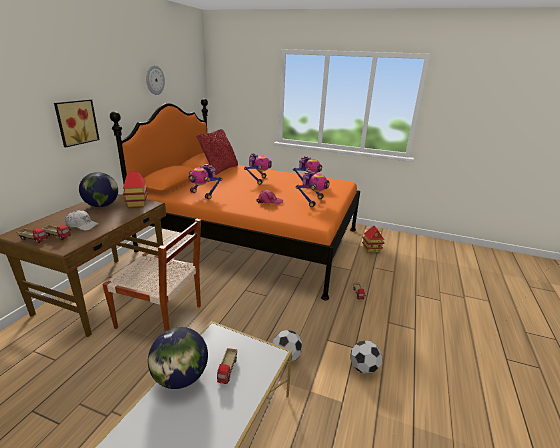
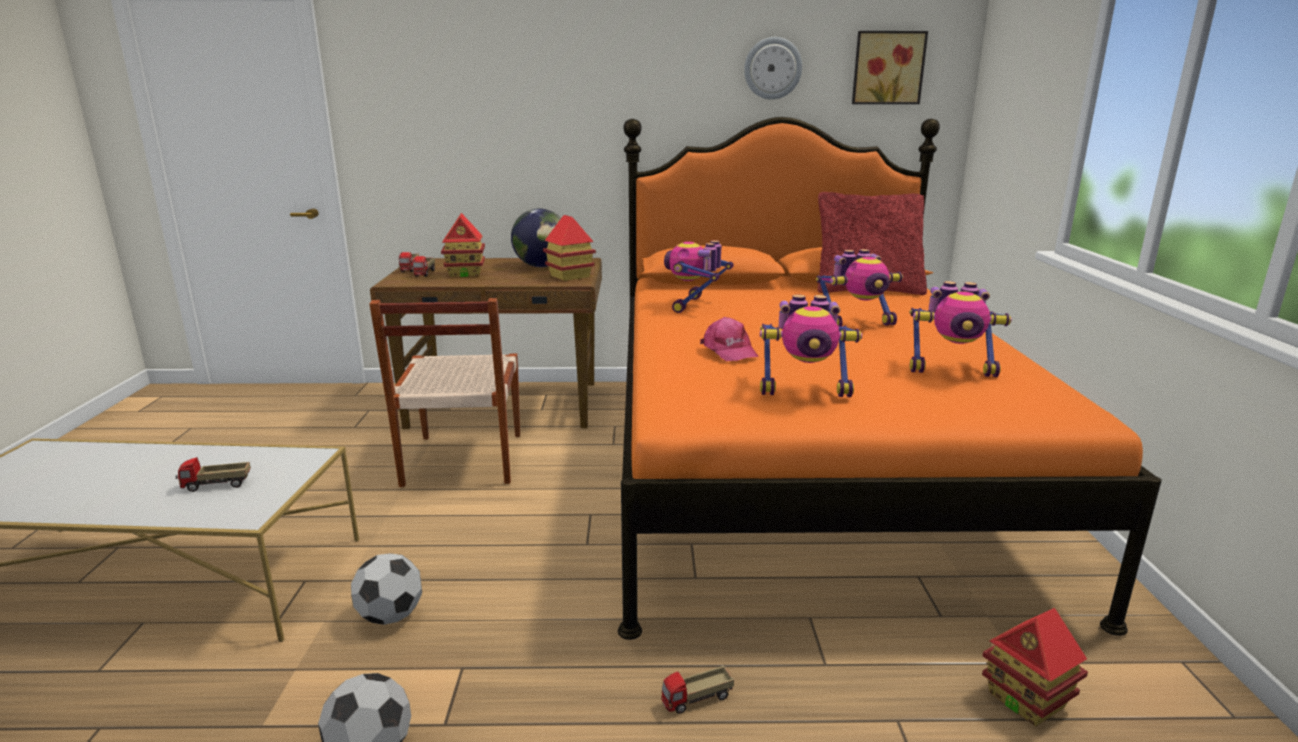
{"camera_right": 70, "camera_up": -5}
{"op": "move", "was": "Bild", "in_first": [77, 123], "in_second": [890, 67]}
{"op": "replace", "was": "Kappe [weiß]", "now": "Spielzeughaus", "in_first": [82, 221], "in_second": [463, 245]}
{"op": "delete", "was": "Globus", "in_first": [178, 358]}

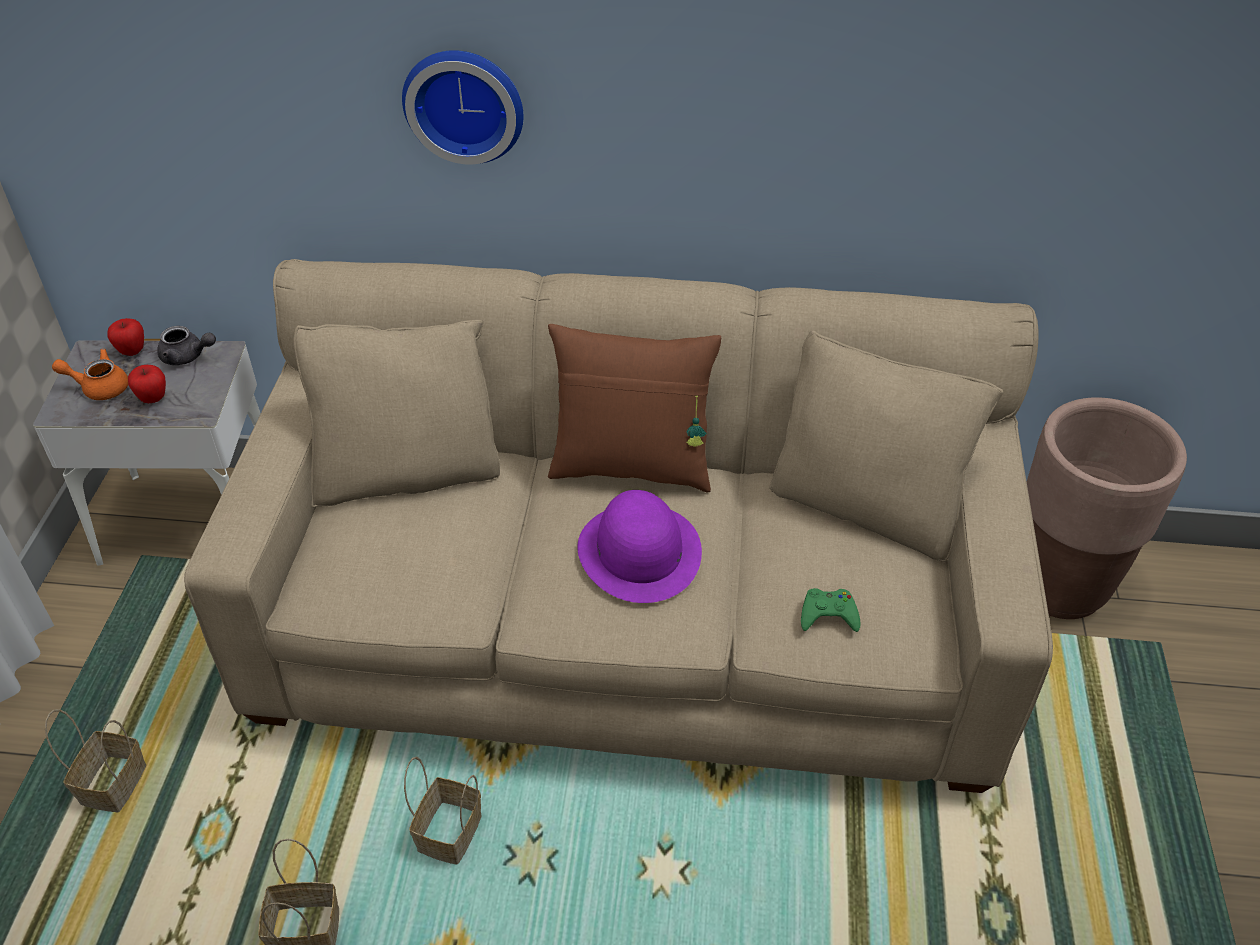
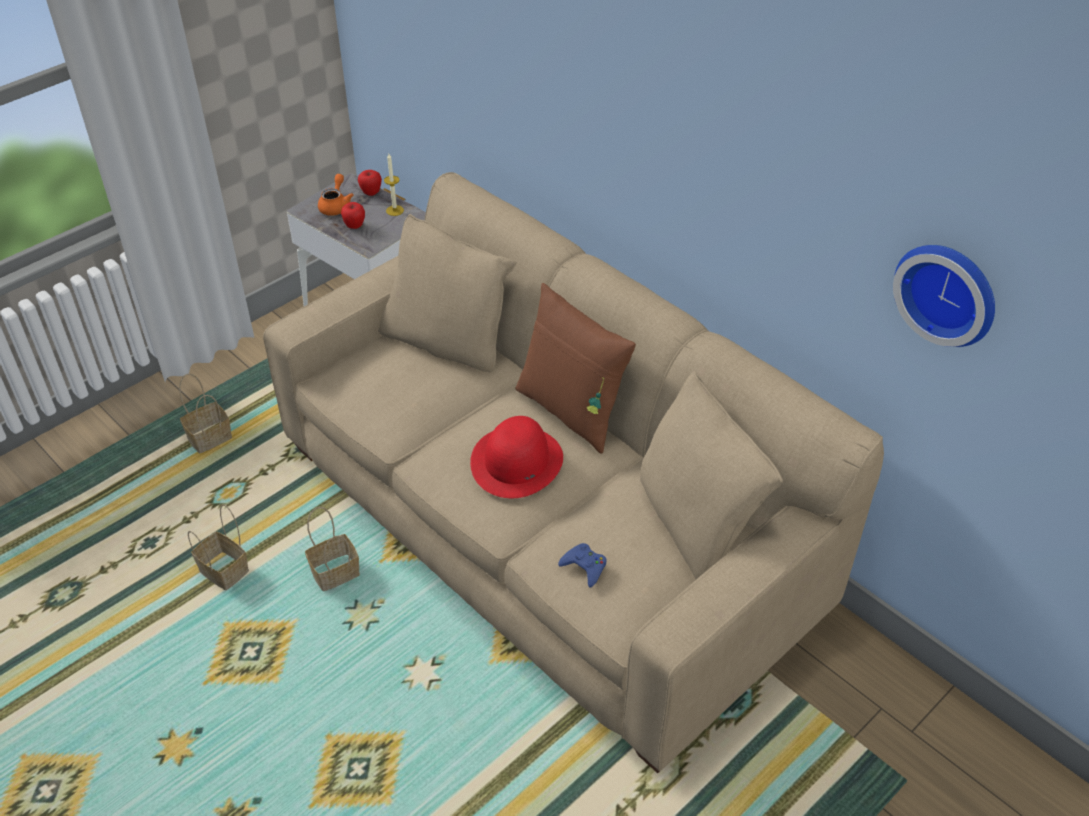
{"camera_right": 40, "camera_up": 0}
{"op": "rotate", "was": "Teekanne [orange]", "in_first": [90, 374], "in_second": [336, 194], "clockwise": 60}
{"op": "replace", "was": "Teekanne [grau]", "now": "Kerze", "in_first": [186, 345], "in_second": [394, 185]}
{"op": "move", "was": "Wanduhr", "in_first": [462, 107], "in_second": [944, 296]}
{"op": "recolor", "was": "Hut [lila]", "now": "Hut [rot]", "in_first": [639, 546], "in_second": [516, 457]}
{"op": "recolor", "was": "Gamepad [grün]", "now": "Gamepad [blau]", "in_first": [831, 610], "in_second": [582, 565]}
{"op": "delete", "was": "Pflanzkübel [braun]", "in_first": [1107, 508]}

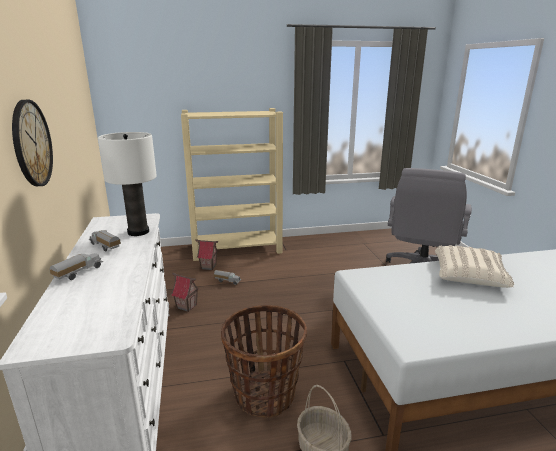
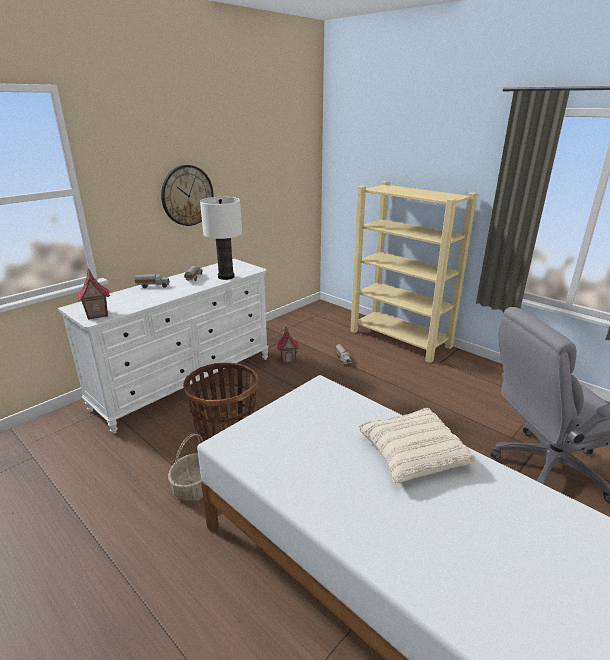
{"camera_right": 55, "camera_up": 5}
{"op": "move", "was": "Spielzeughaus", "in_first": [207, 254], "in_second": [93, 294]}

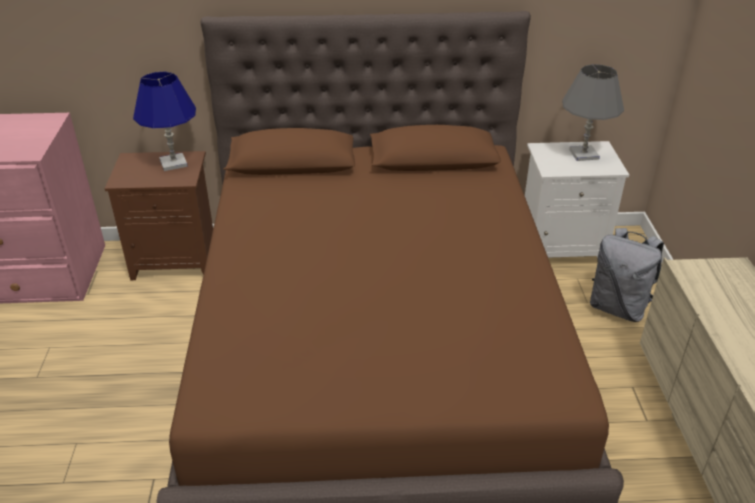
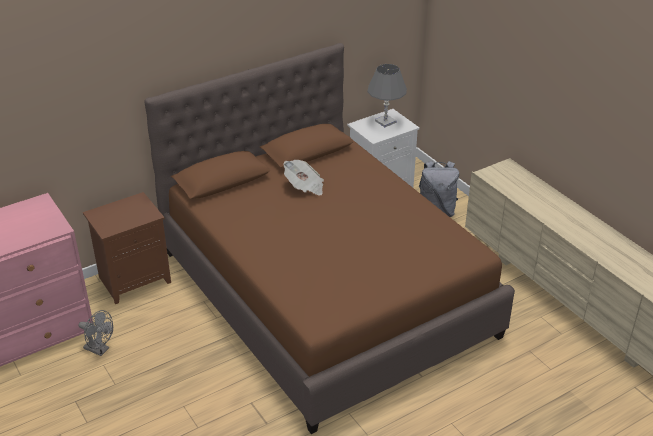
{"camera_right": -30, "camera_up": 0}
{"op": "delete", "was": "Tischlampe [blau]", "in_first": [164, 121]}
{"op": "insert", "now": "Ventilator [grau]", "in_second": [96, 333]}
{"op": "insert", "now": "Zeitung", "in_second": [303, 178]}

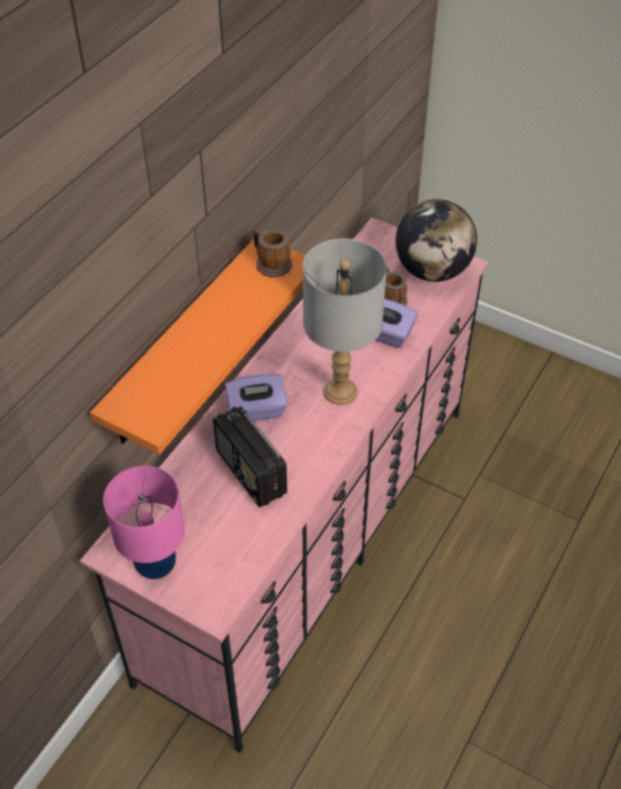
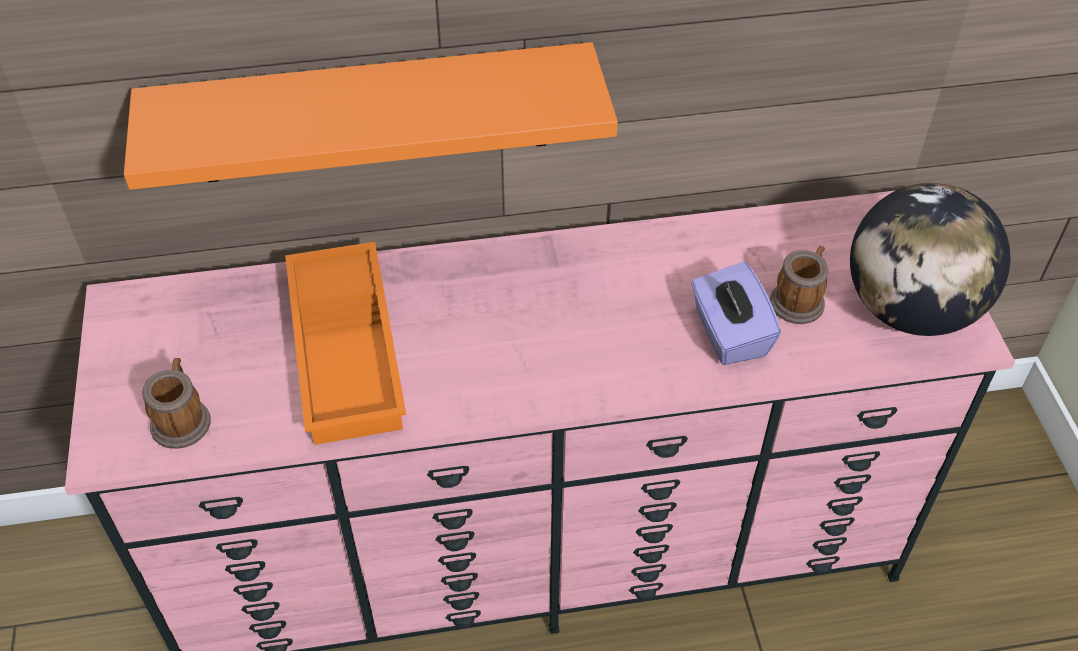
{"camera_right": 50, "camera_up": 0}
{"op": "delete", "was": "Tischlampe [rosa]", "in_first": [144, 522]}
{"op": "replace", "was": "Radio", "now": "Tablett [orange]", "in_first": [250, 456], "in_second": [345, 343]}
{"op": "delete", "was": "Taschentuchbox [lila]", "in_first": [256, 398]}
{"op": "move", "was": "Henkelbecher", "in_first": [272, 253], "in_second": [176, 403]}
{"op": "delete", "was": "Tischlampe [grau]", "in_first": [345, 322]}

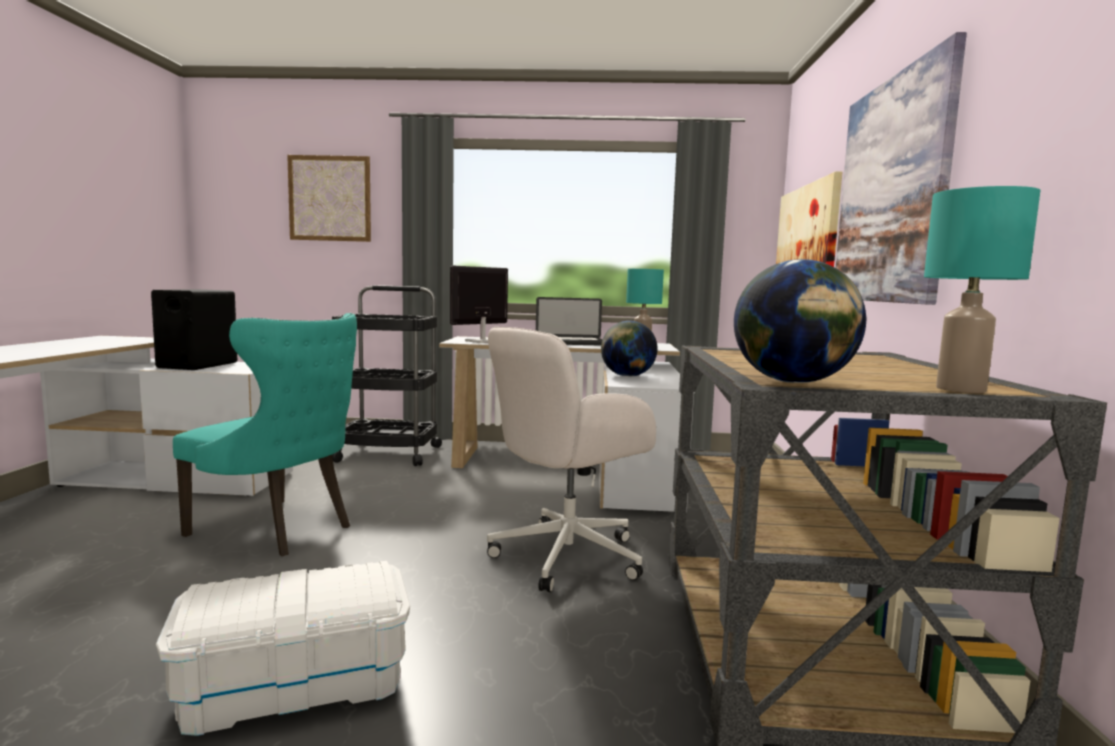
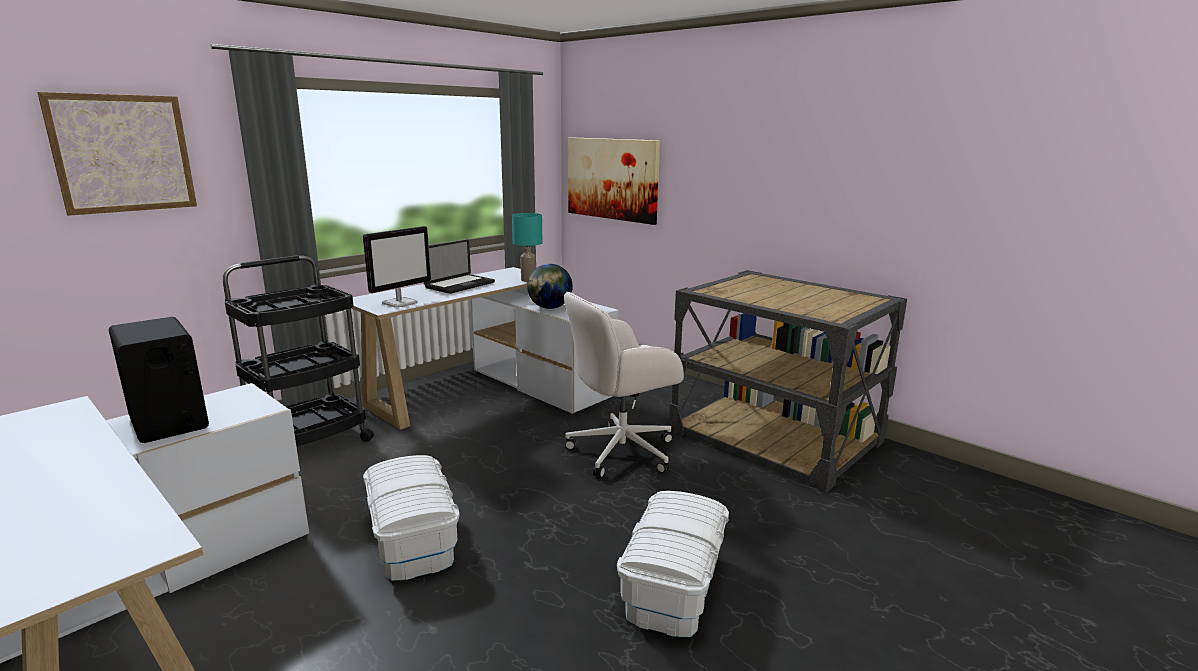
{"camera_right": -50, "camera_up": 10}
{"op": "replace", "was": "Stuhl [türkis]", "now": "Aufbewahrungsbox [weiß]", "in_first": [265, 434], "in_second": [411, 518]}
{"op": "rotate", "was": "Monitor", "in_first": [479, 304], "in_second": [397, 267], "clockwise": -135}
{"op": "rotate", "was": "Bürostuhl [weiß]", "in_first": [571, 459], "in_second": [624, 384], "clockwise": 60}
{"op": "delete", "was": "Globus", "in_first": [800, 321]}
{"op": "delete", "was": "Bild", "in_first": [901, 168]}
{"op": "delete", "was": "Tischlampe [türkis]", "in_first": [982, 289]}

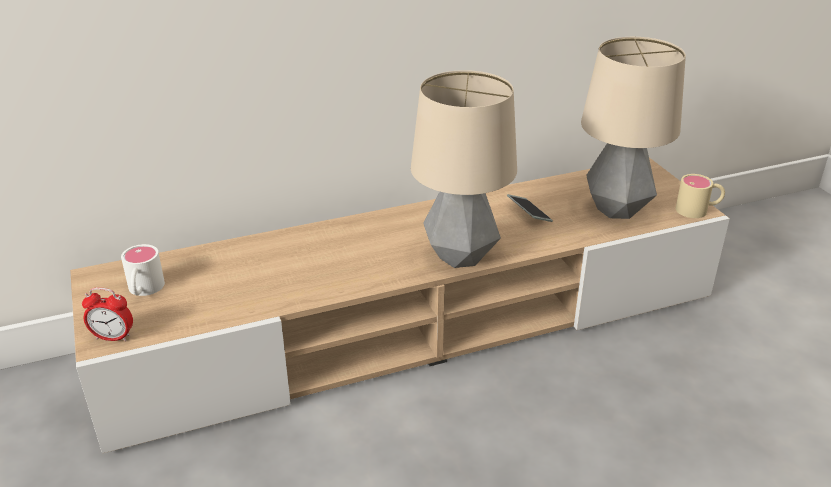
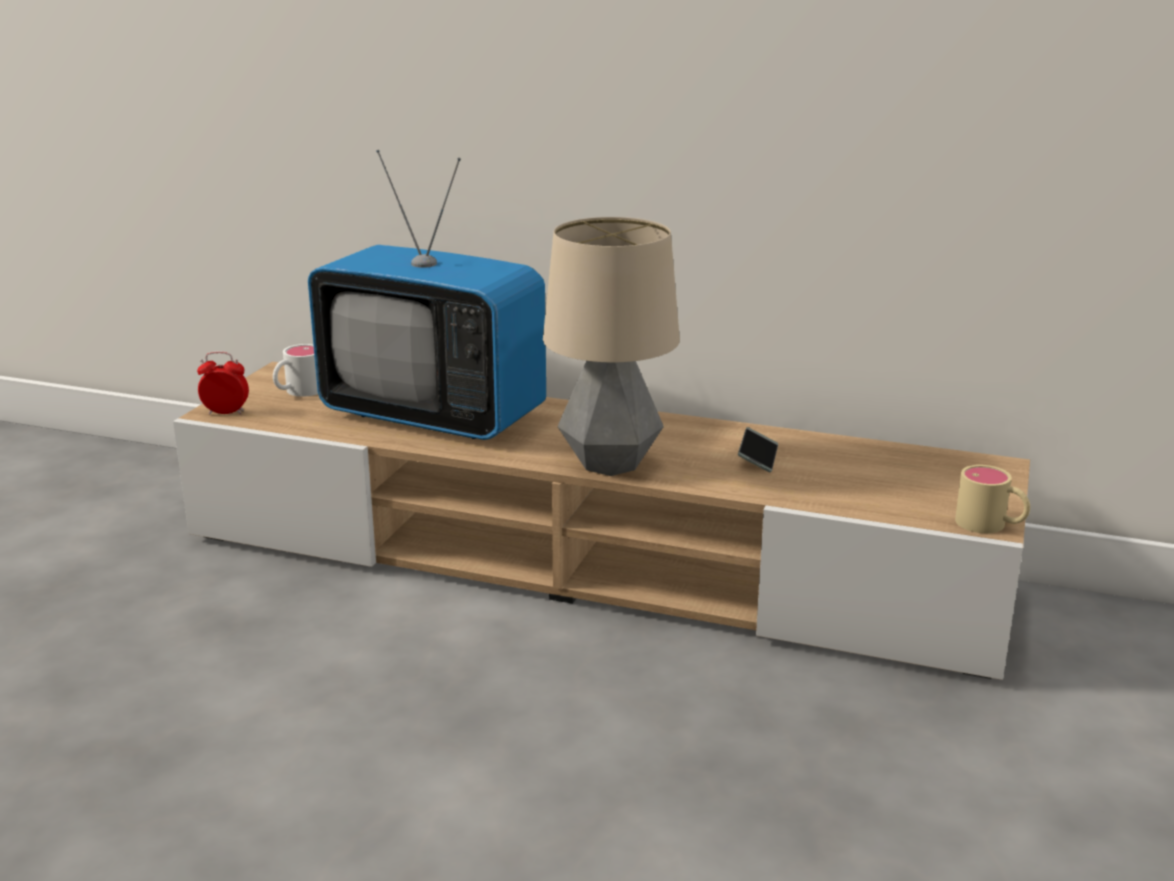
{"camera_right": 40, "camera_up": -10}
{"op": "rotate", "was": "Wecker", "in_first": [107, 314], "in_second": [223, 383], "clockwise": 135}
{"op": "delete", "was": "Tischlampe", "in_first": [633, 128]}
{"op": "insert", "now": "Fernseher", "in_second": [427, 295]}

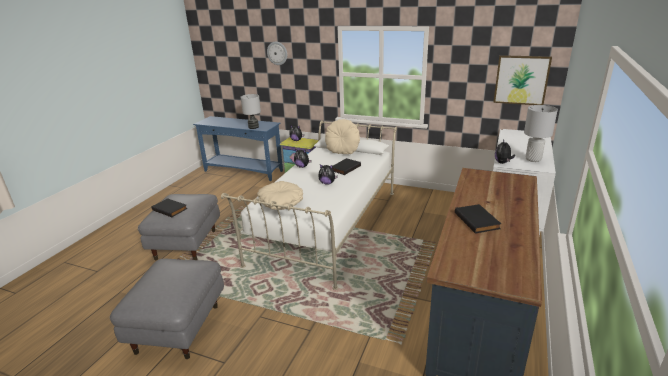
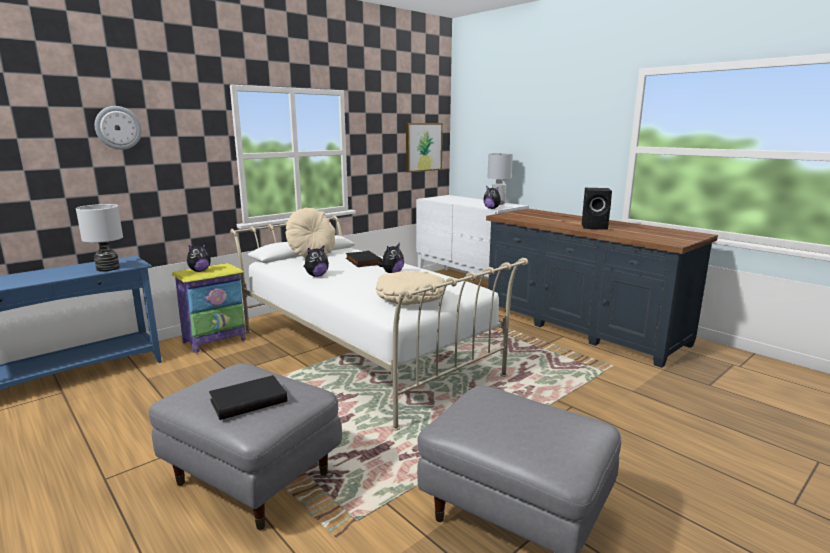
{"camera_right": -65, "camera_up": -10}
{"op": "replace", "was": "Buch [schwarz]", "now": "Lautsprecher [schwarz]", "in_first": [478, 219], "in_second": [597, 209]}

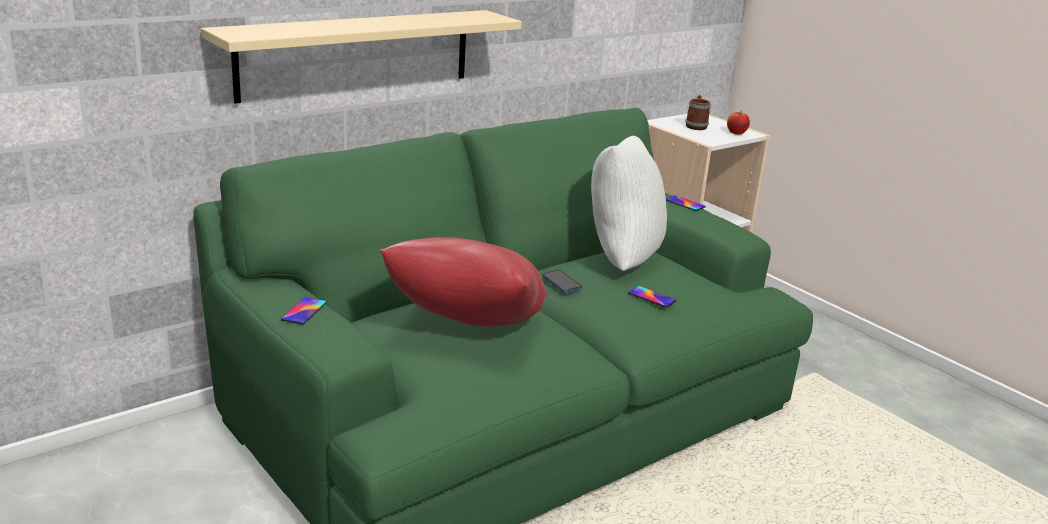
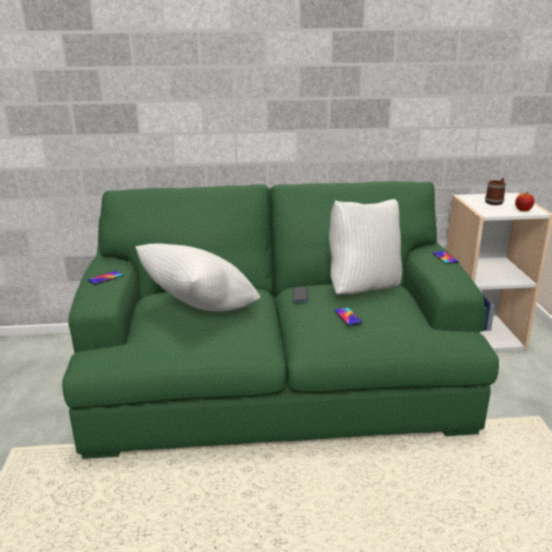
{"camera_right": 35, "camera_up": 0}
{"op": "delete", "was": "Wandregal [beige]", "in_first": [361, 57]}
{"op": "recolor", "was": "Kissen [rot]", "now": "Kissen [weiß]", "in_first": [463, 282], "in_second": [197, 277]}

